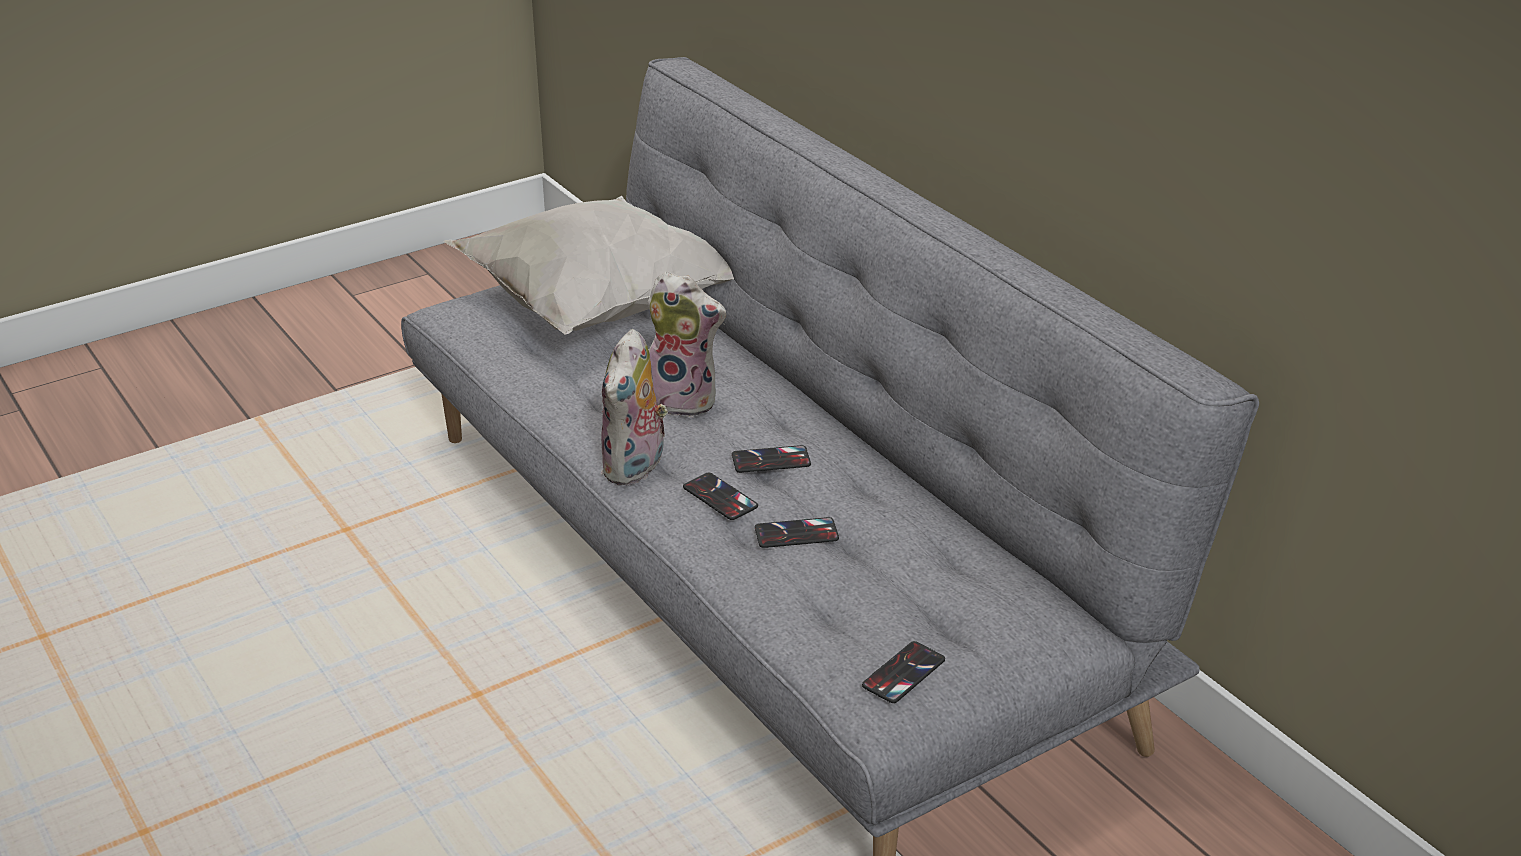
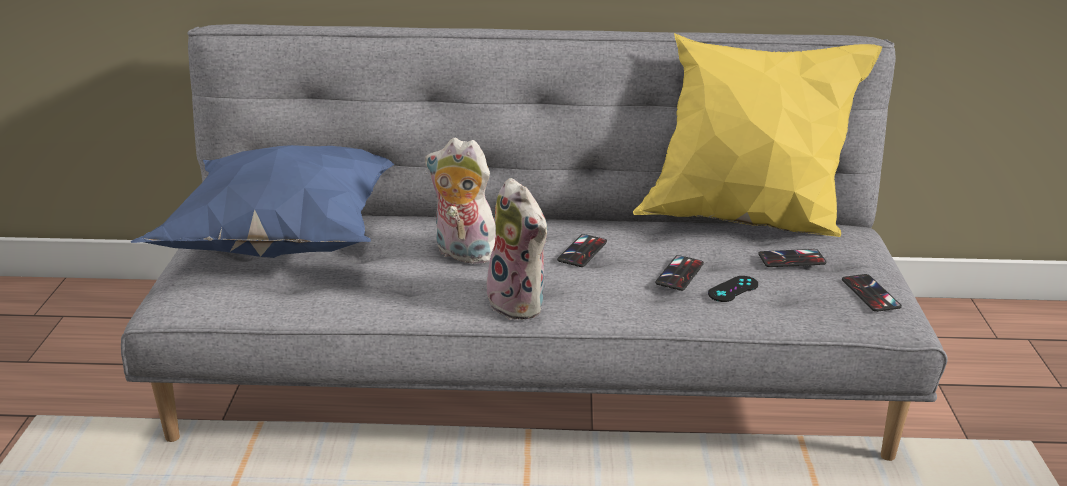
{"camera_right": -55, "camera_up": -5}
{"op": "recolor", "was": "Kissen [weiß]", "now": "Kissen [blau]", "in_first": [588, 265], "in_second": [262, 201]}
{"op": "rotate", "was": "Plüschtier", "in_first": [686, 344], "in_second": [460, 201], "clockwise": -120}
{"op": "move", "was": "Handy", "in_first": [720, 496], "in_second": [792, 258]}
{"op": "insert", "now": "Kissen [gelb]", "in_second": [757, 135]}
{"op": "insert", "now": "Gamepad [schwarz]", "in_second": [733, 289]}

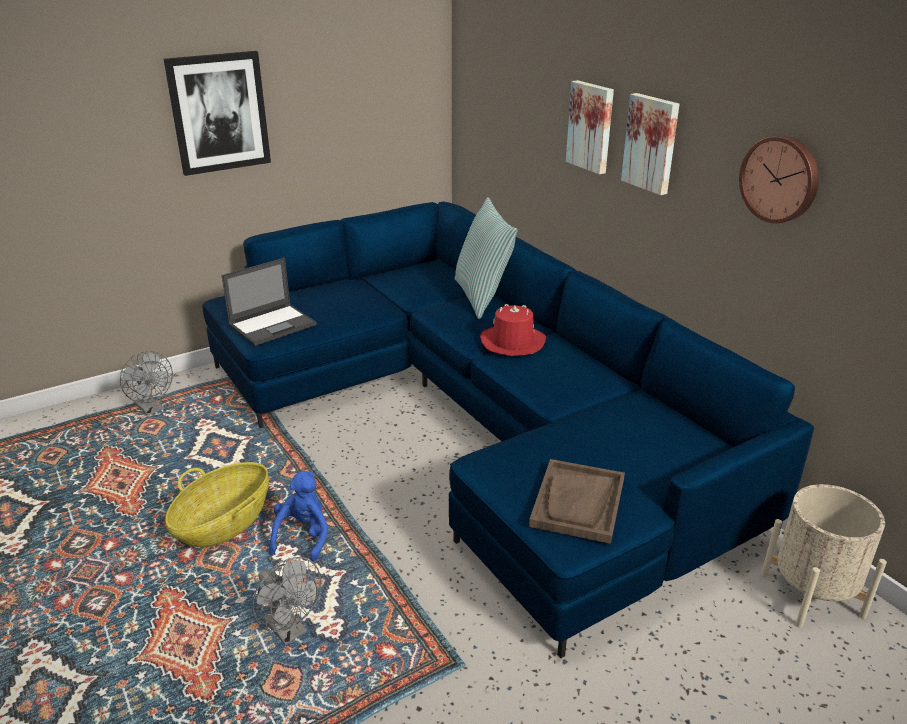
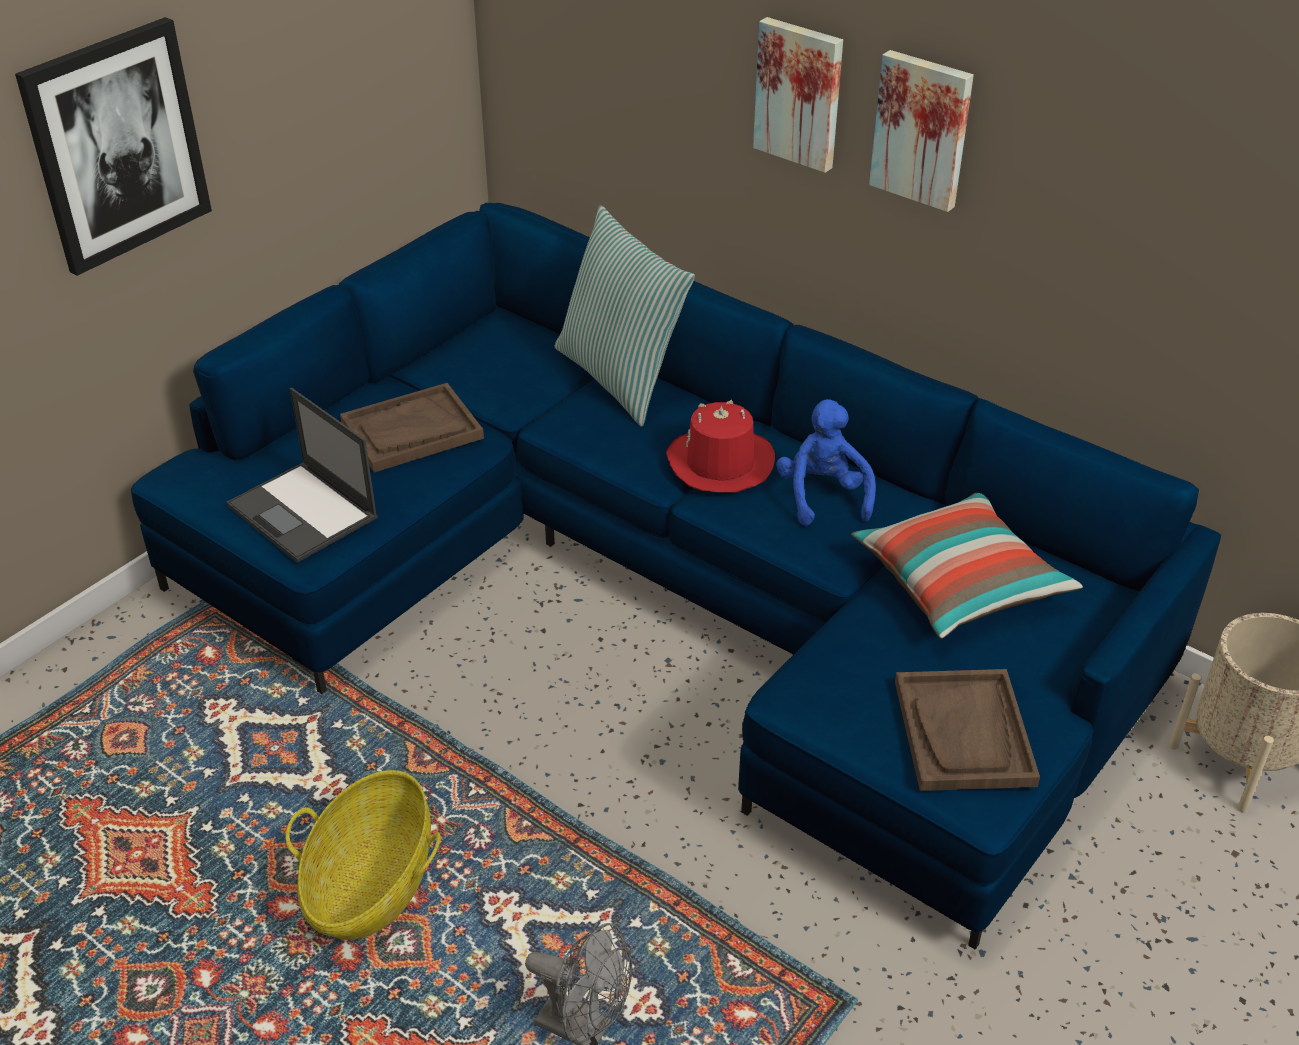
{"camera_right": -20, "camera_up": 10}
{"op": "delete", "was": "Ventilator [grau]", "in_first": [146, 383]}
{"op": "rotate", "was": "Laptop", "in_first": [269, 302], "in_second": [302, 475], "clockwise": 105}
{"op": "move", "was": "Plüschtier [blau]", "in_first": [298, 516], "in_second": [826, 462]}
{"op": "delete", "was": "Wanduhr", "in_first": [779, 179]}
{"op": "insert", "now": "Tablett [braun]", "in_second": [412, 427]}
{"op": "insert", "now": "Kissen", "in_second": [967, 566]}

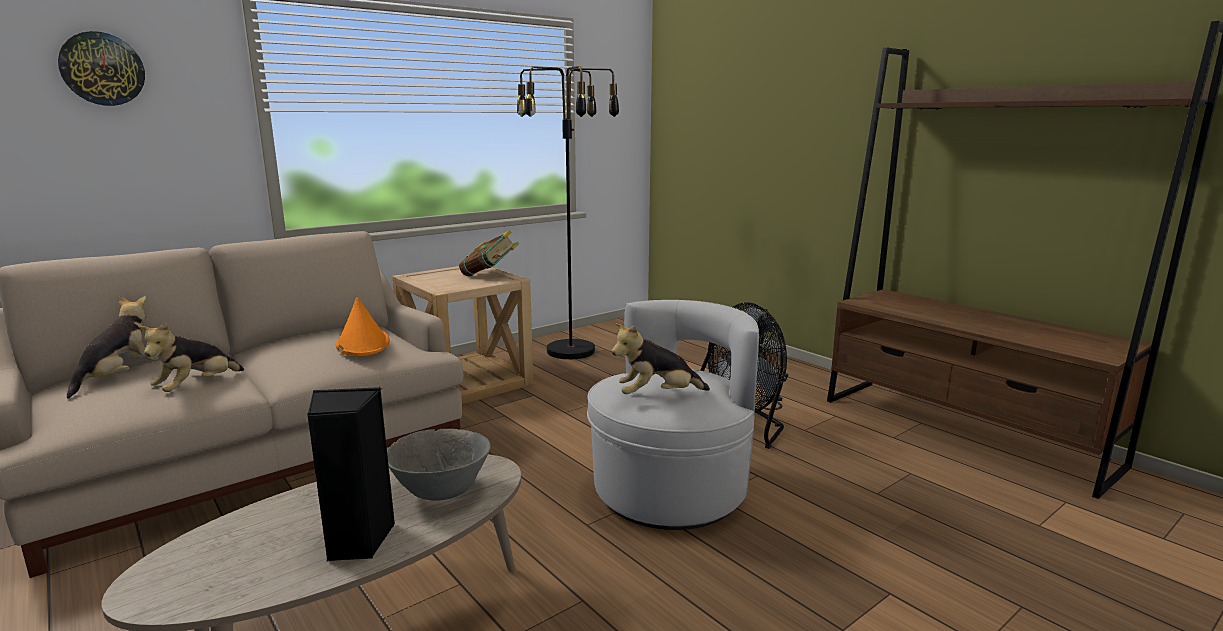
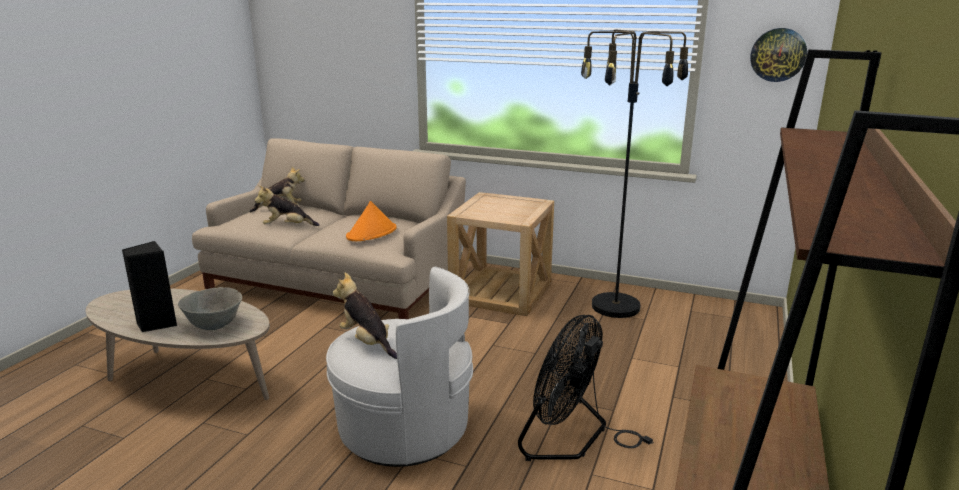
{"camera_right": 60, "camera_up": 5}
{"op": "move", "was": "Wanduhr", "in_first": [101, 68], "in_second": [778, 55]}
{"op": "delete", "was": "Buch", "in_first": [489, 253]}

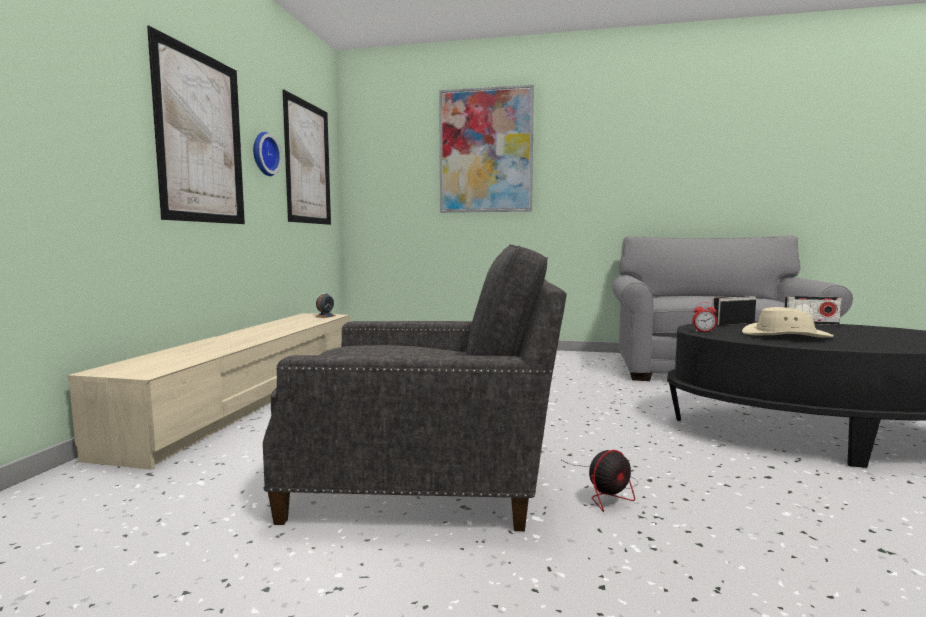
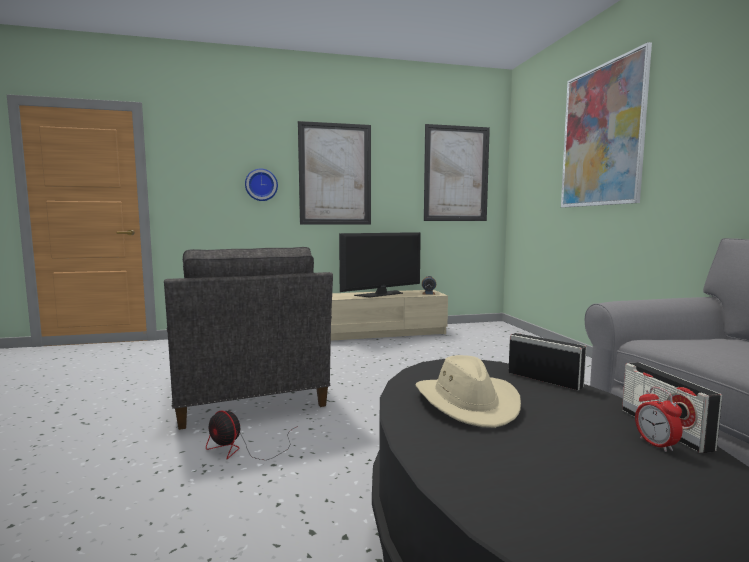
{"camera_right": 65, "camera_up": 0}
{"op": "move", "was": "Wanduhr", "in_first": [267, 154], "in_second": [261, 184]}
{"op": "move", "was": "Wecker", "in_first": [704, 317], "in_second": [659, 419]}
{"op": "insert", "now": "Fernseher", "in_second": [380, 264]}

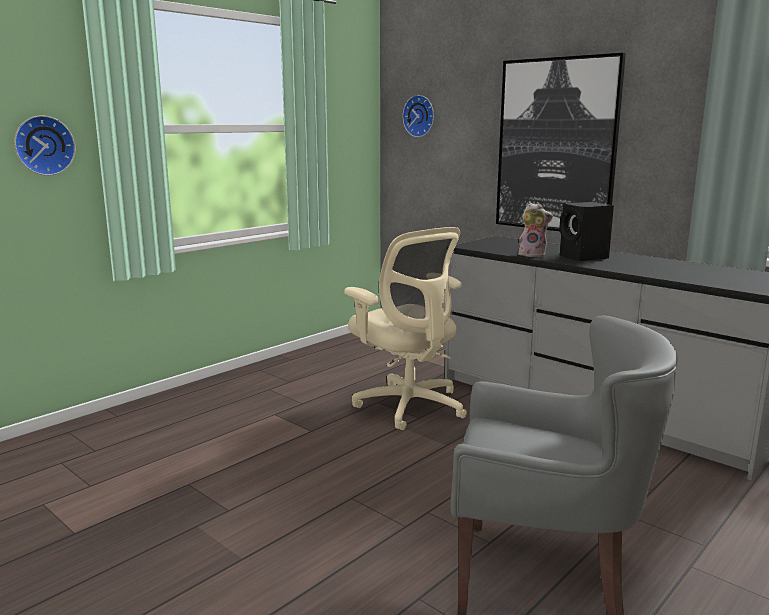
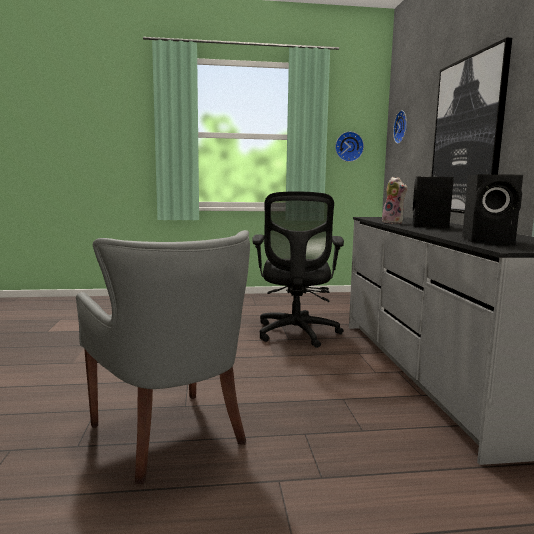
{"camera_right": 40, "camera_up": -5}
{"op": "move", "was": "Wanduhr", "in_first": [44, 145], "in_second": [349, 146]}
{"op": "recolor", "was": "Bürostuhl [beige]", "now": "Bürostuhl [schwarz]", "in_first": [405, 328], "in_second": [298, 269]}
{"op": "insert", "now": "Lautsprecher [schwarz]", "in_second": [492, 209]}

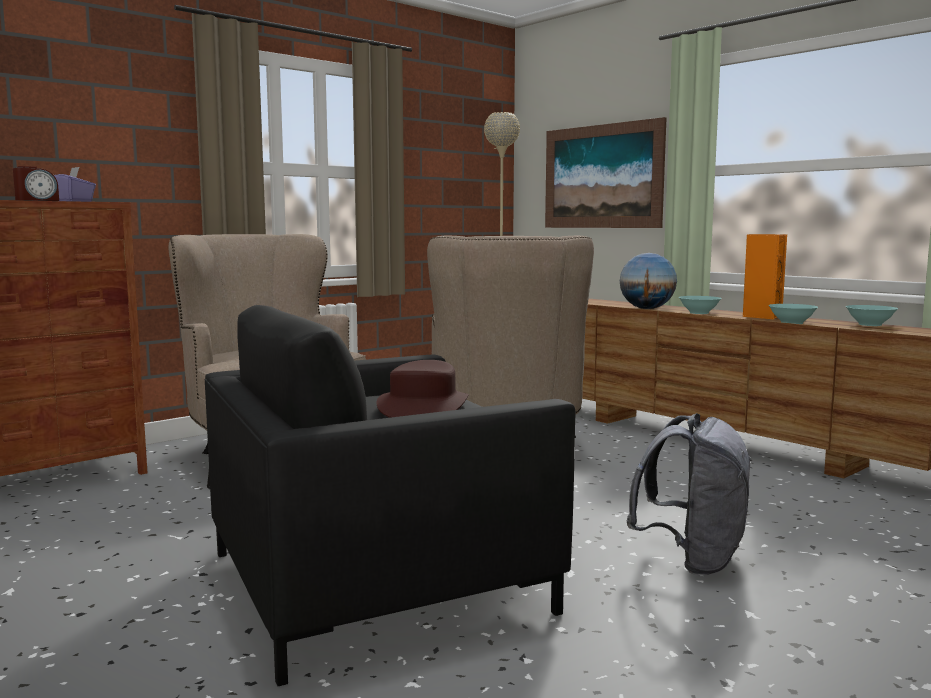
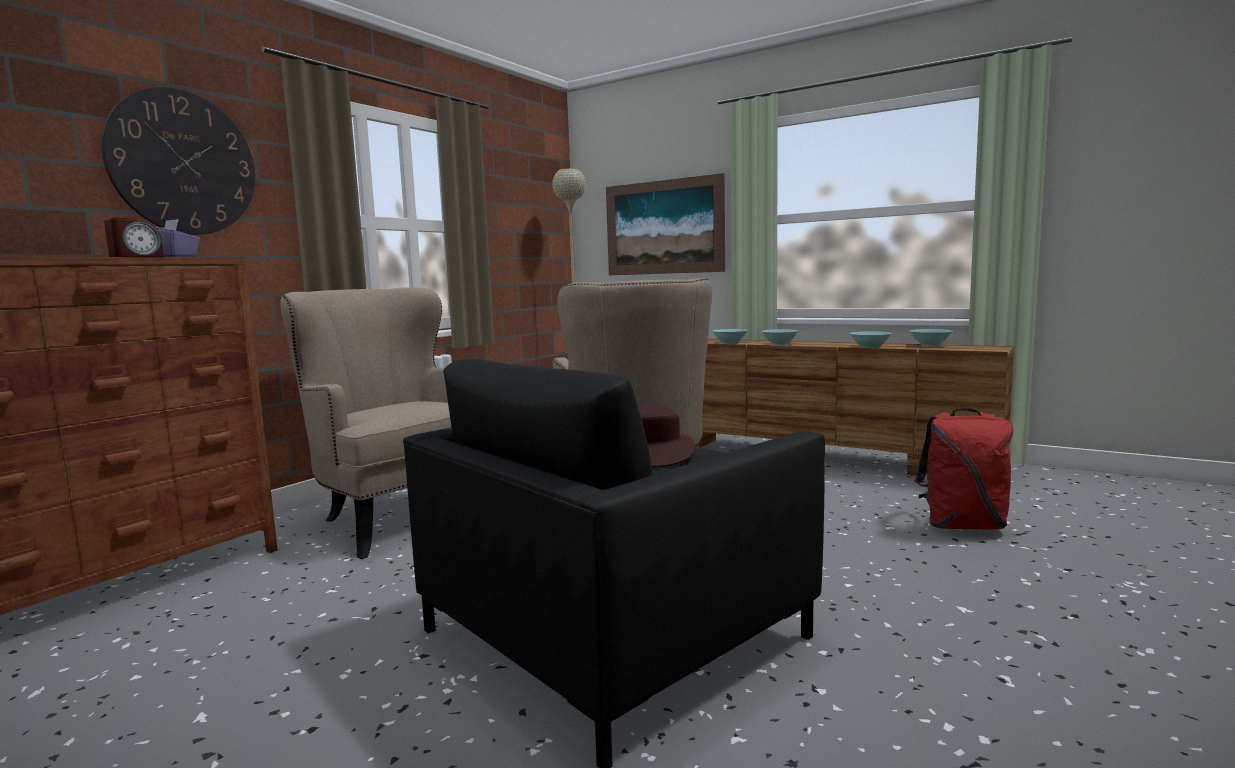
{"camera_right": -15, "camera_up": 0}
{"op": "replace", "was": "Globus", "now": "Schüssel [türkis]", "in_first": [648, 281], "in_second": [730, 336]}
{"op": "delete", "was": "Rucksack [grau]", "in_first": [689, 494]}
{"op": "delete", "was": "Lautsprecher [orange]", "in_first": [765, 276]}
{"op": "insert", "now": "Wanduhr", "in_second": [178, 161]}
{"op": "insert", "now": "Rucksack [rot]", "in_second": [964, 469]}

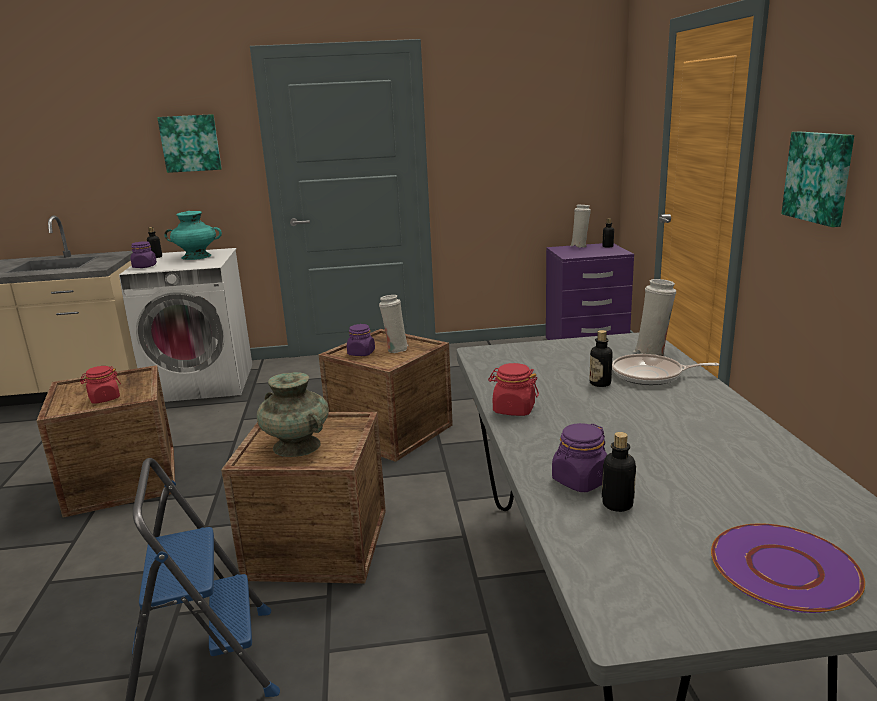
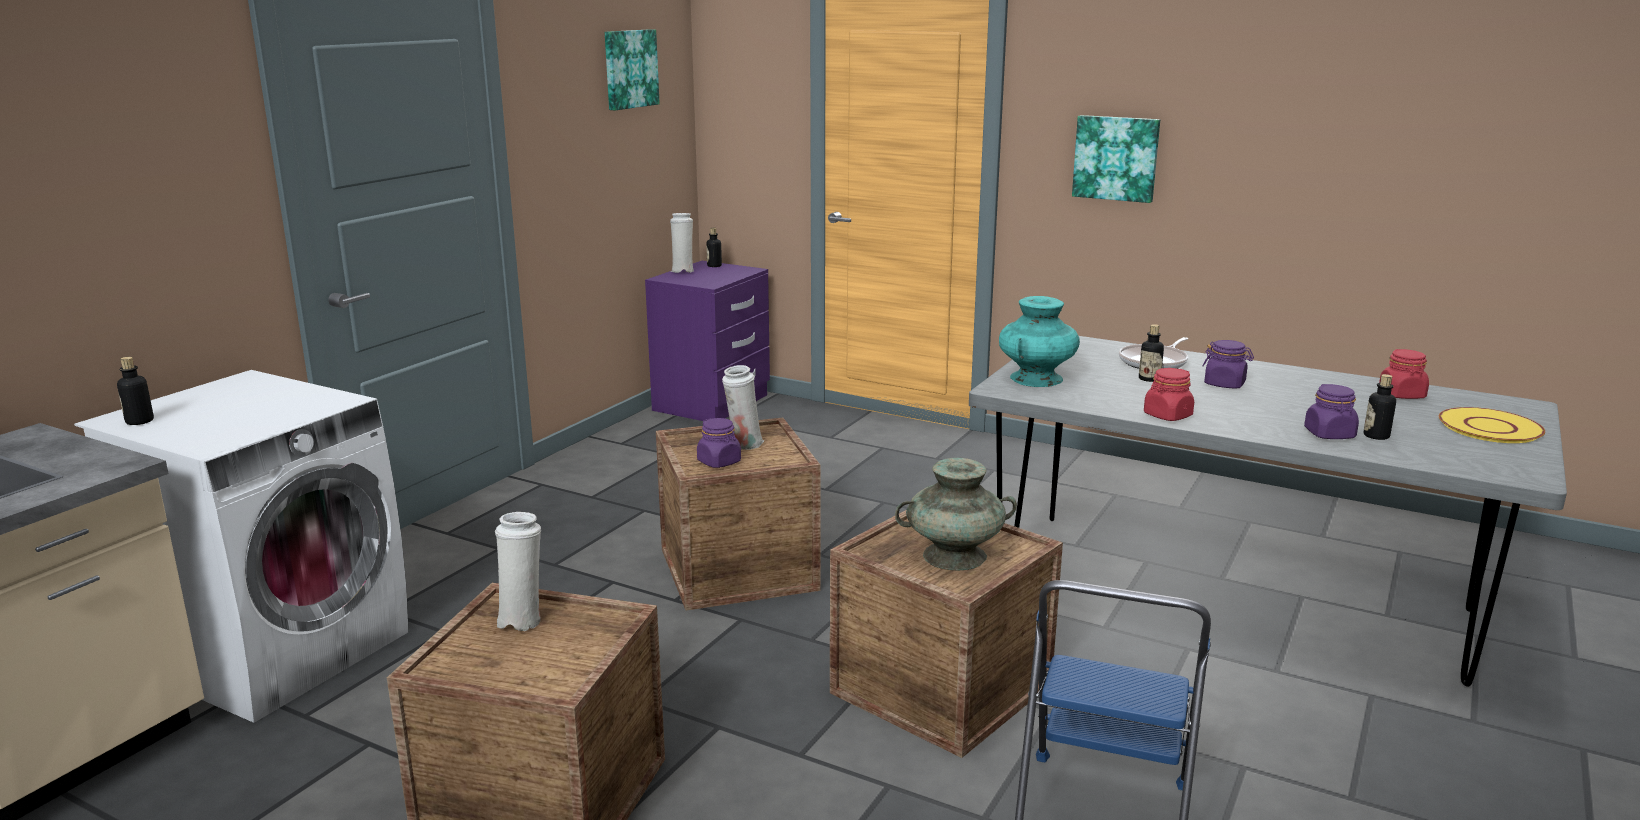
{"camera_right": -55, "camera_up": 0}
{"op": "move", "was": "Vorratsglas [rot]", "in_first": [100, 385], "in_second": [1404, 374]}
{"op": "move", "was": "Vorratsglas [lila]", "in_first": [144, 254], "in_second": [1228, 364]}
{"op": "move", "was": "Bild", "in_first": [189, 143], "in_second": [632, 69]}
{"op": "move", "was": "Vase [türkis]", "in_first": [193, 235], "in_second": [1039, 341]}
{"op": "move", "was": "Vase [weiß]", "in_first": [655, 317], "in_second": [518, 571]}
{"op": "recolor", "was": "Teller [lila]", "now": "Teller [gelb]", "in_first": [788, 568], "in_second": [1492, 425]}

